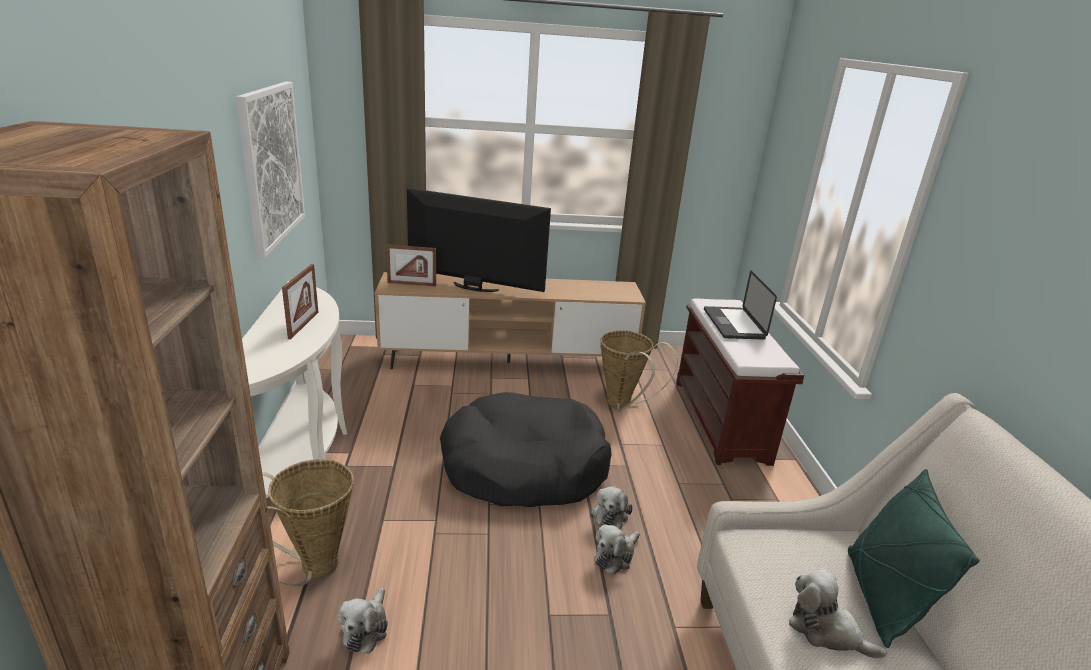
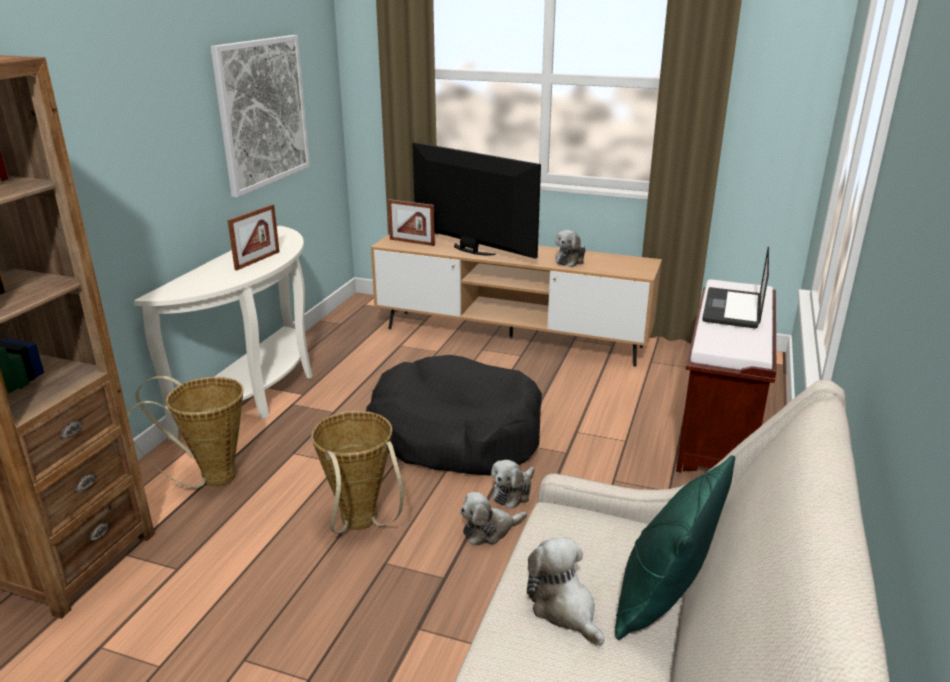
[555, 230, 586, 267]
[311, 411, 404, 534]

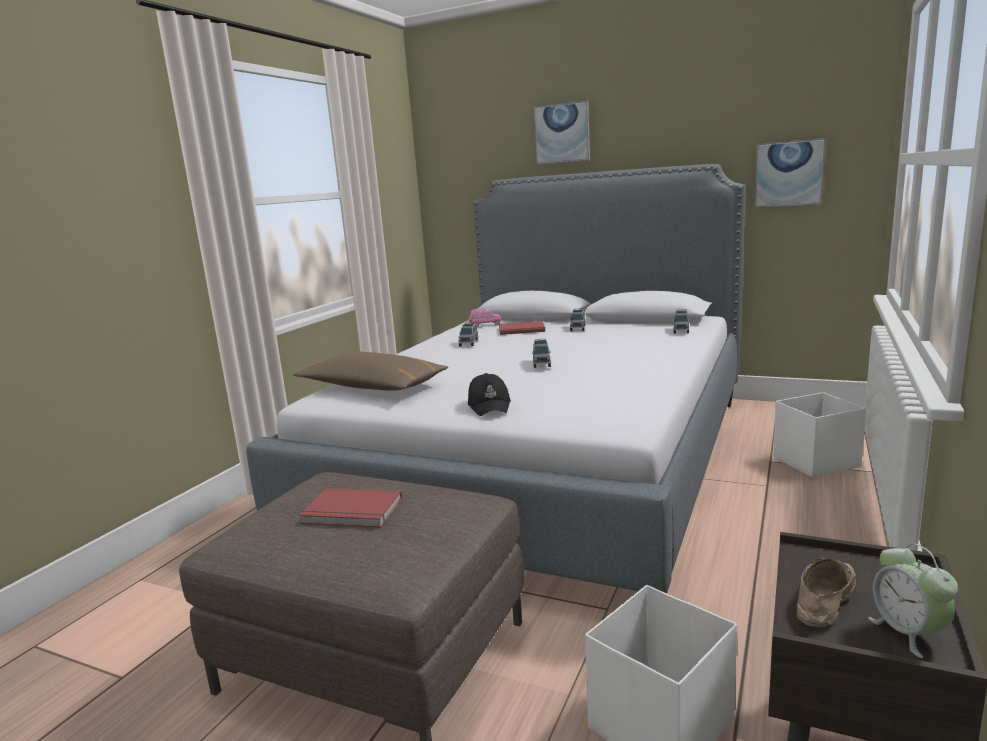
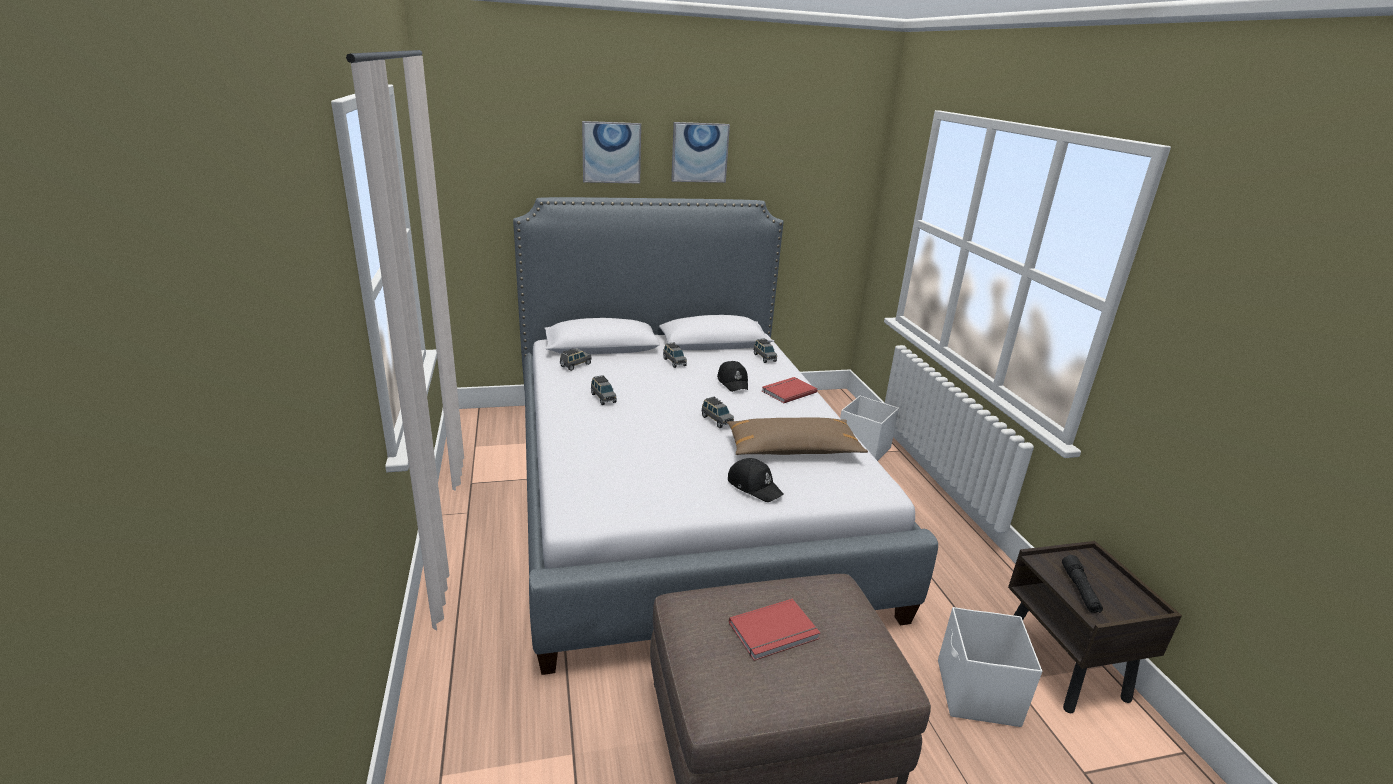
[868, 544, 958, 658] (first image)
[717, 361, 748, 392]
[727, 417, 868, 455]
[762, 377, 817, 403]
[671, 122, 730, 183]
[1062, 555, 1103, 613]
[560, 348, 592, 371]

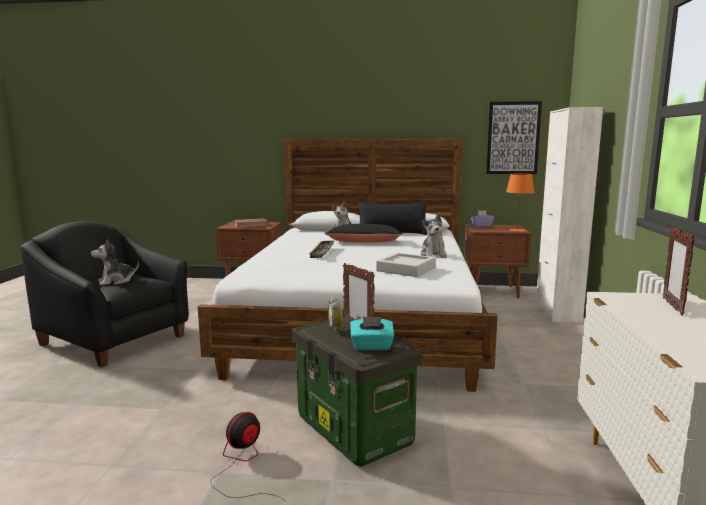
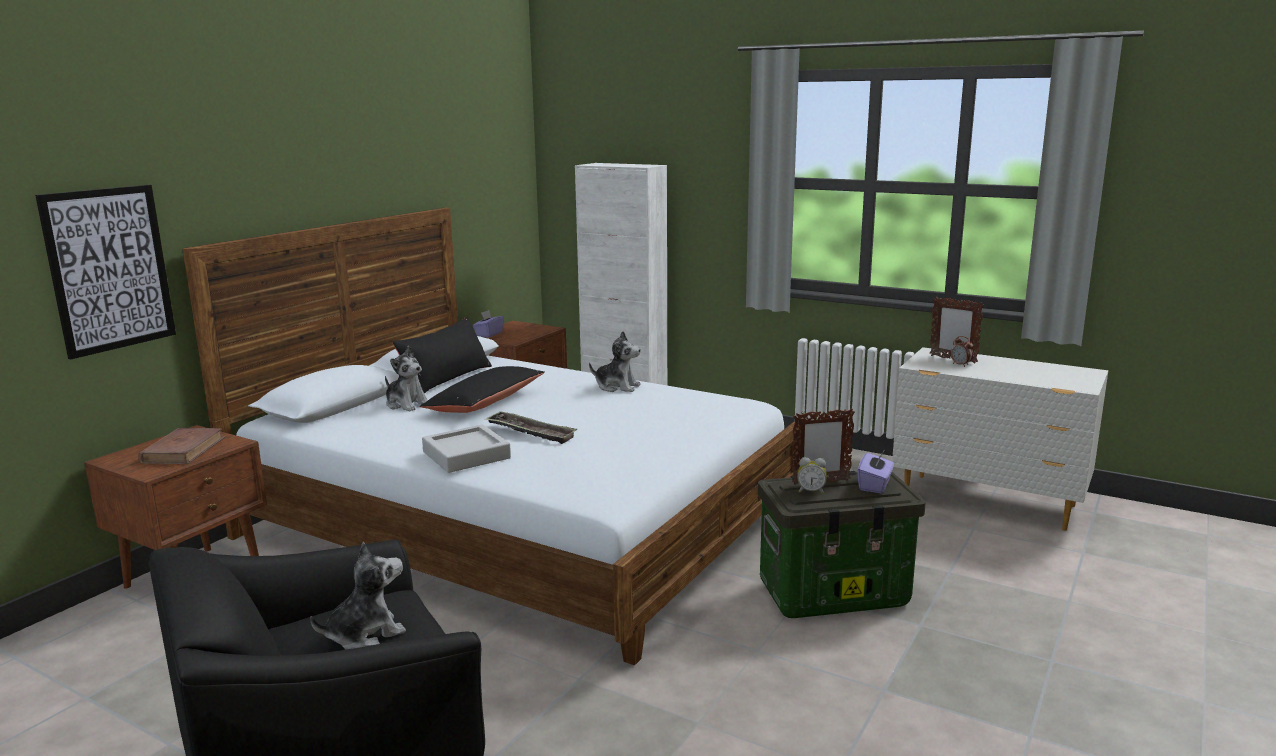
[211, 412, 285, 501] (first image)
[506, 174, 534, 232] (first image)
[951, 336, 973, 367]
[422, 424, 511, 473]
[35, 185, 176, 359]
[858, 451, 894, 493]
[310, 542, 406, 650]

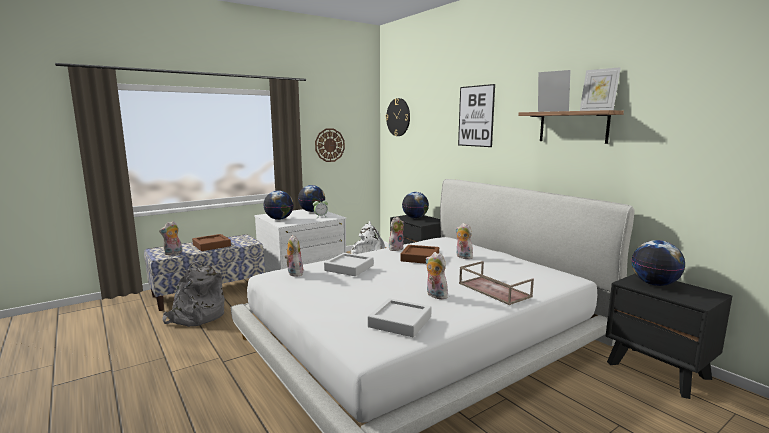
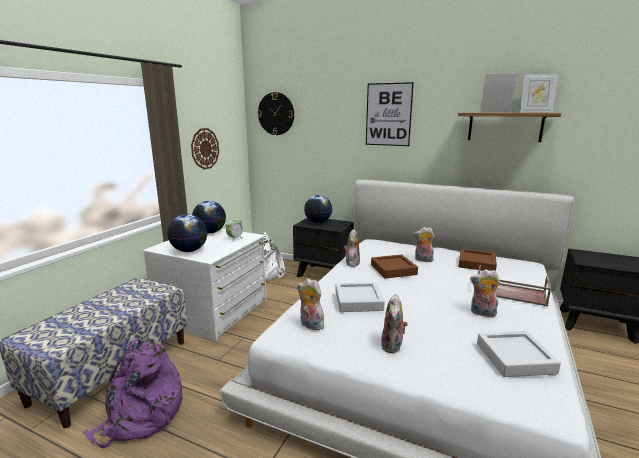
[632, 240, 685, 286] (first image)
[381, 294, 408, 353]
[459, 249, 497, 271]
[83, 338, 182, 448]

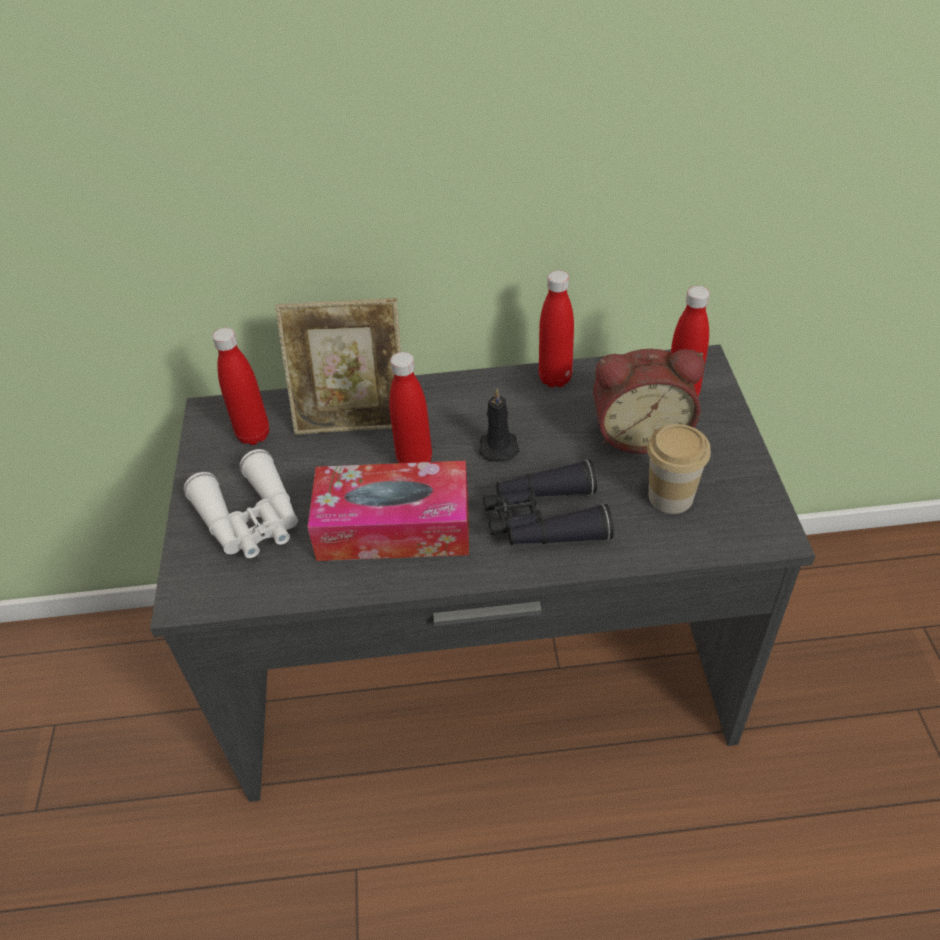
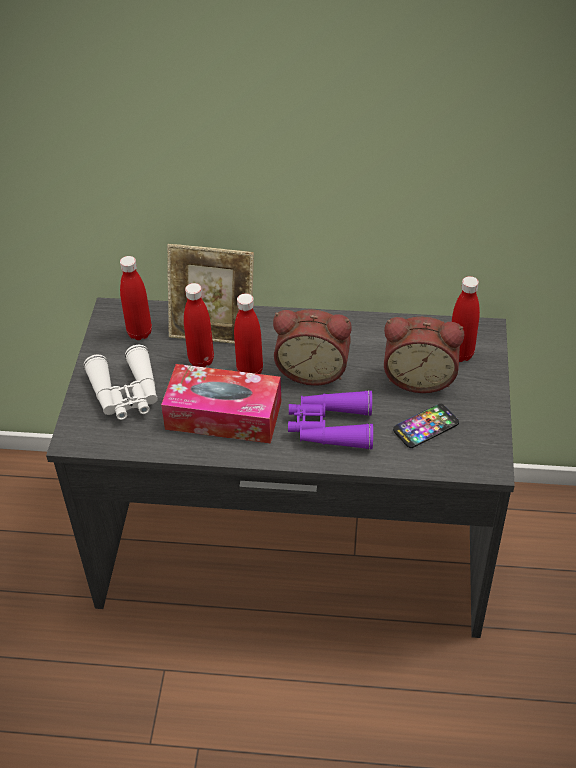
[184, 283, 214, 367]
[273, 309, 351, 386]
[393, 404, 459, 448]
[288, 390, 373, 450]

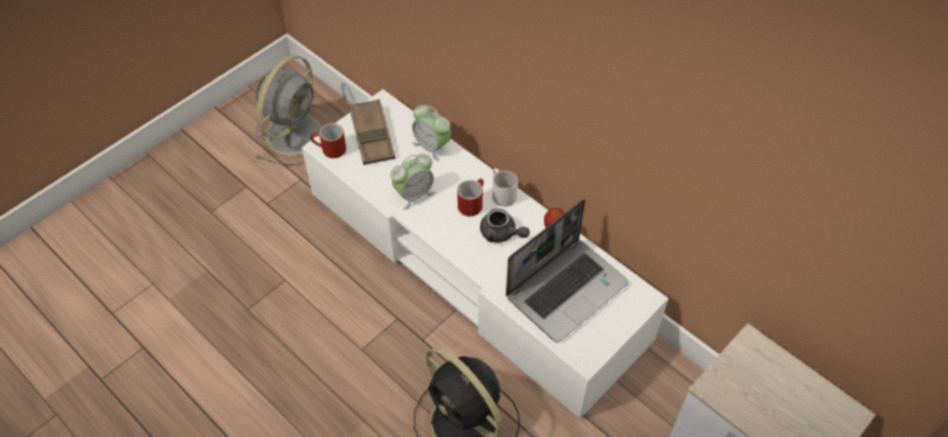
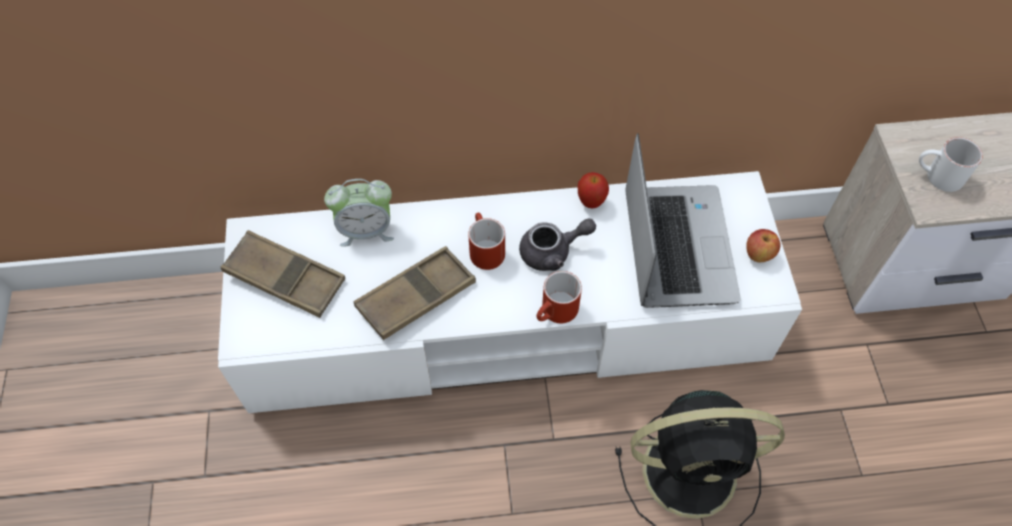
[255, 55, 335, 165] (first image)
[746, 229, 781, 262]
[536, 271, 582, 323]
[919, 137, 983, 192]
[354, 246, 476, 340]

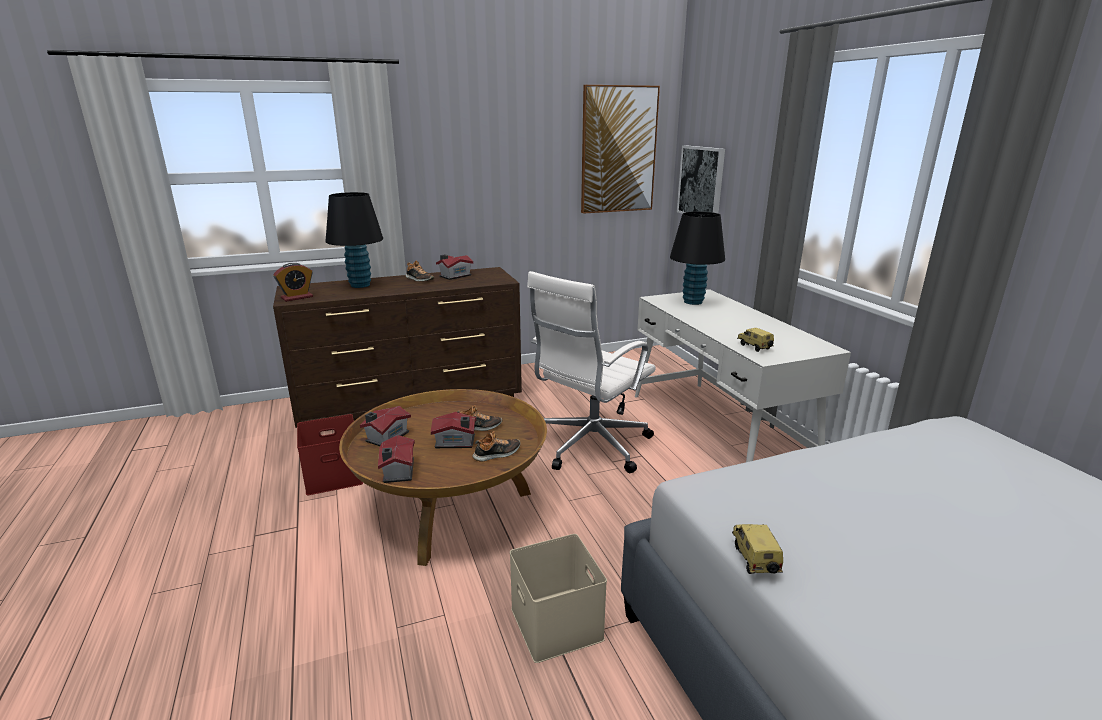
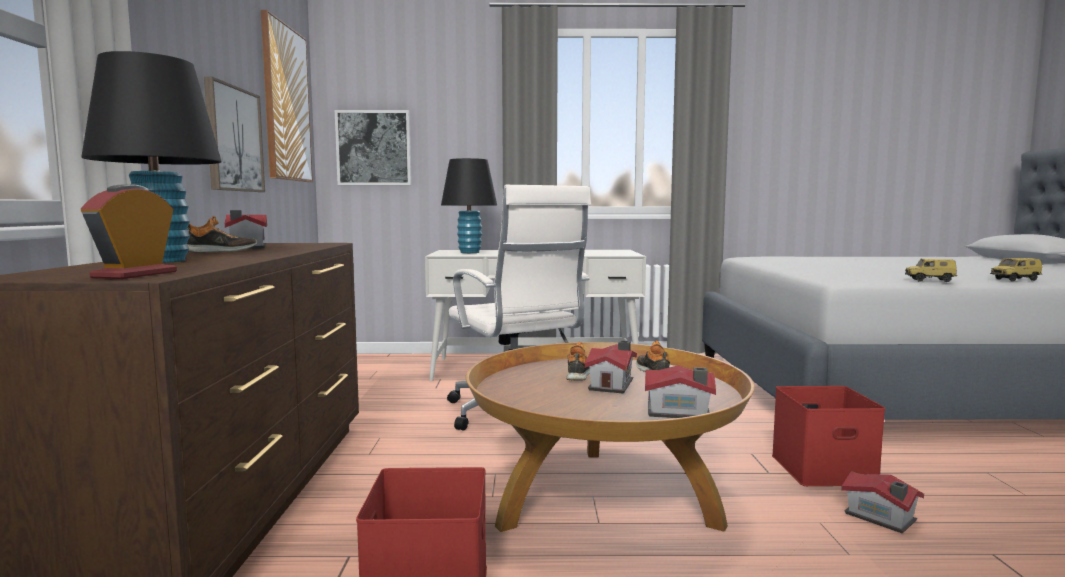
[204, 77, 265, 192]
[841, 471, 924, 534]
[990, 258, 1043, 281]
[772, 386, 885, 486]
[81, 184, 177, 279]

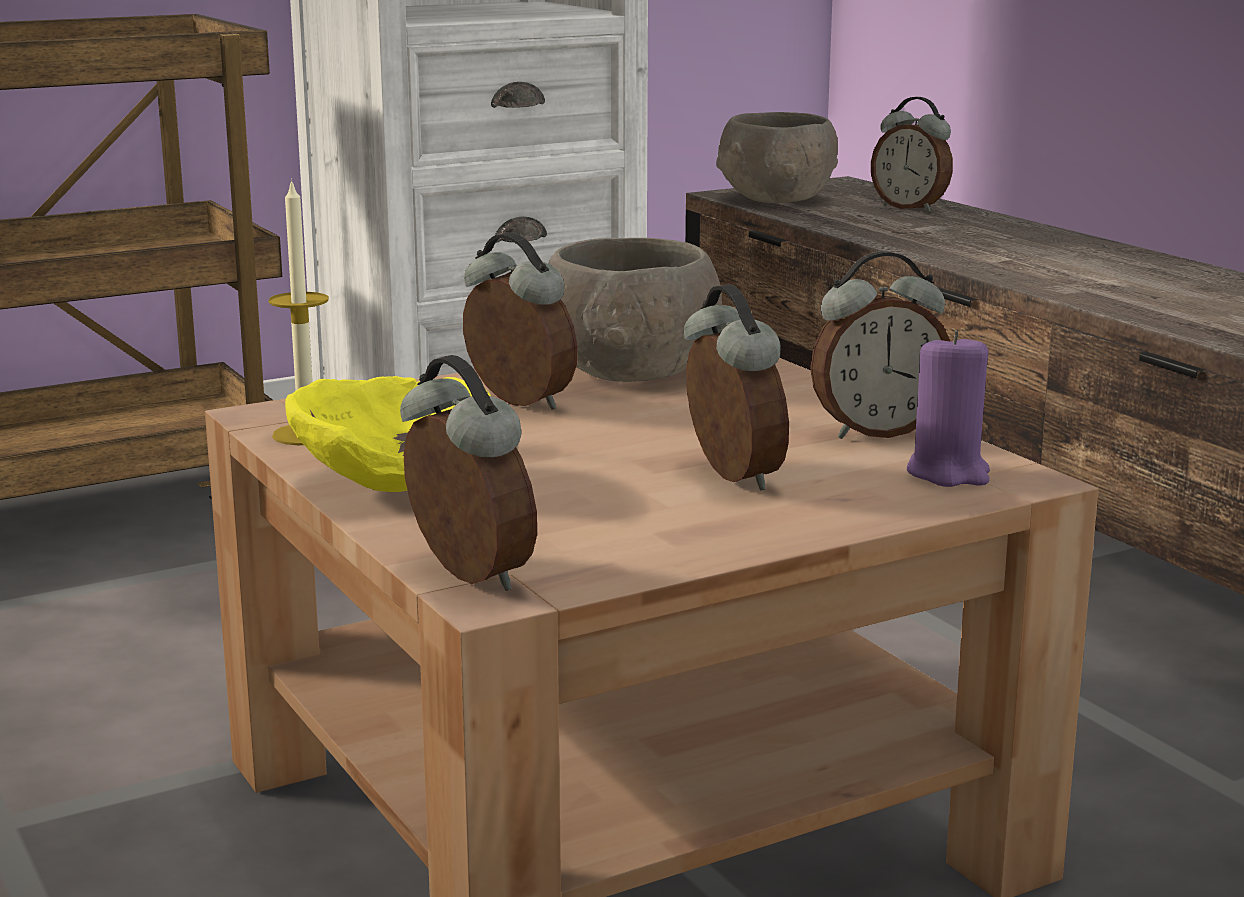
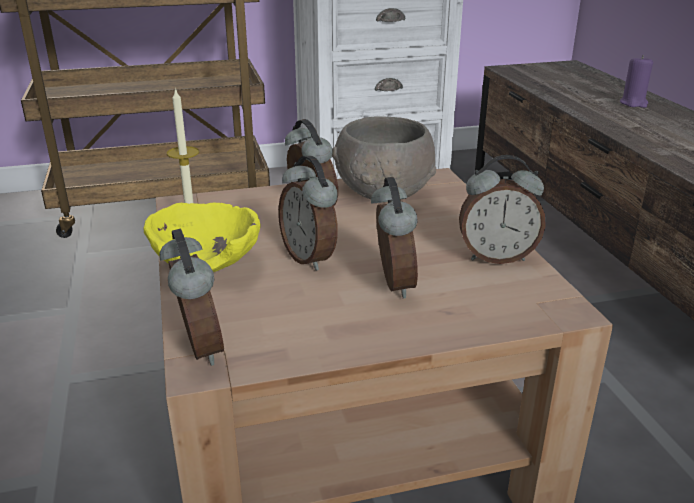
[716, 112, 838, 203] (first image)
[278, 156, 338, 271]
[620, 55, 653, 108]

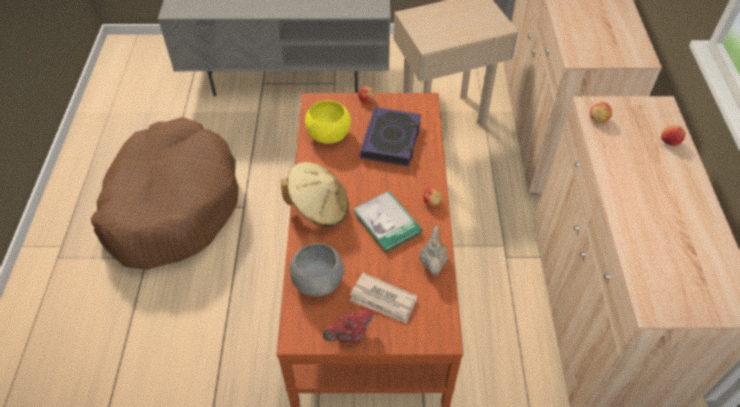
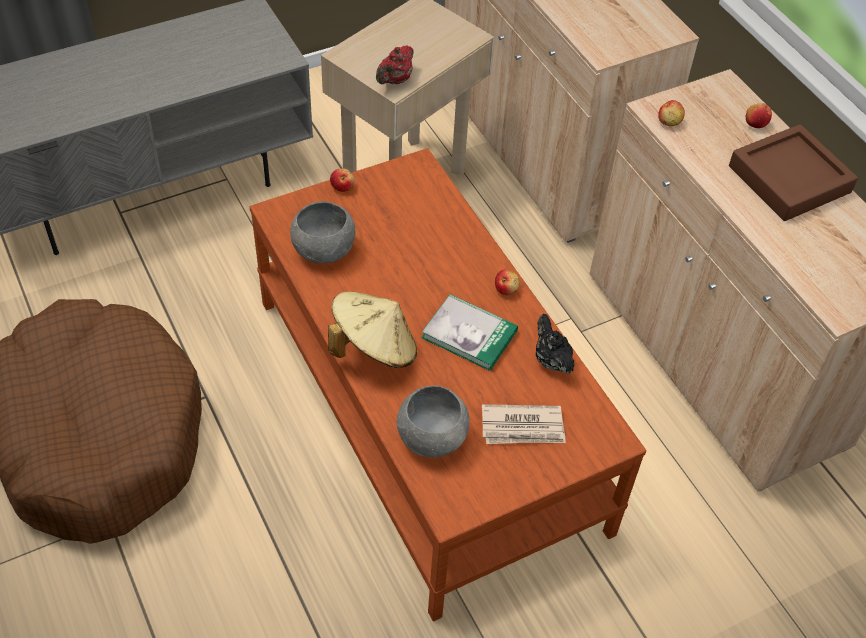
[360, 107, 421, 166] (first image)
[729, 124, 858, 221]
[376, 45, 414, 84]
[290, 201, 355, 264]
[536, 314, 575, 374]

